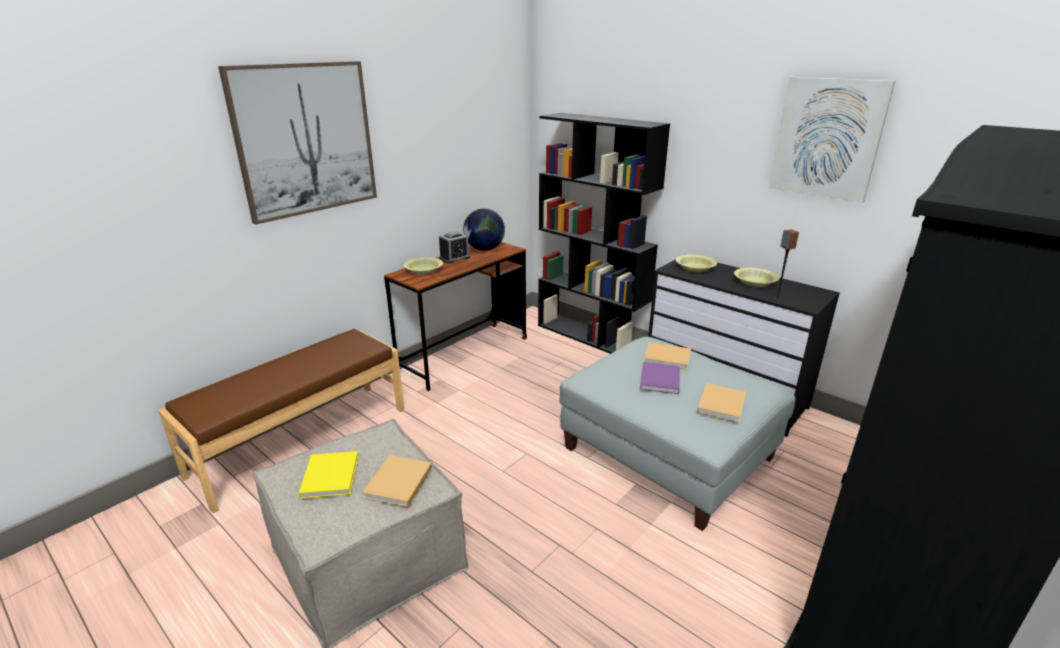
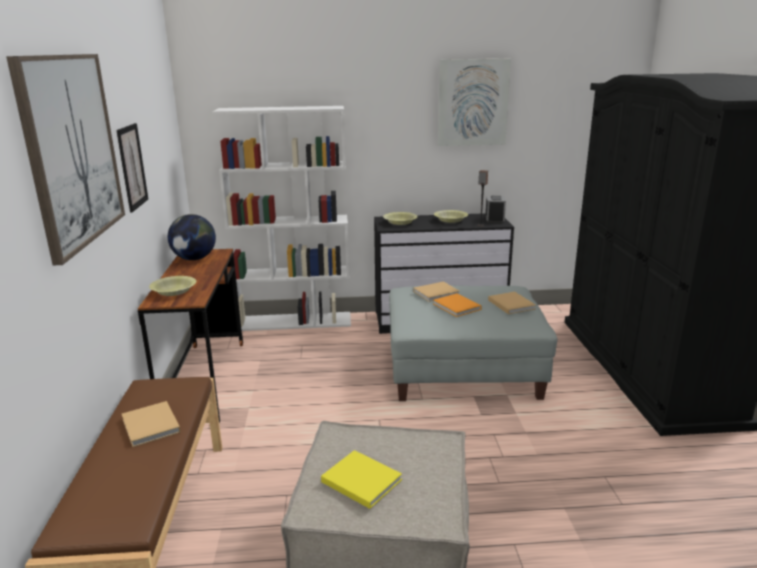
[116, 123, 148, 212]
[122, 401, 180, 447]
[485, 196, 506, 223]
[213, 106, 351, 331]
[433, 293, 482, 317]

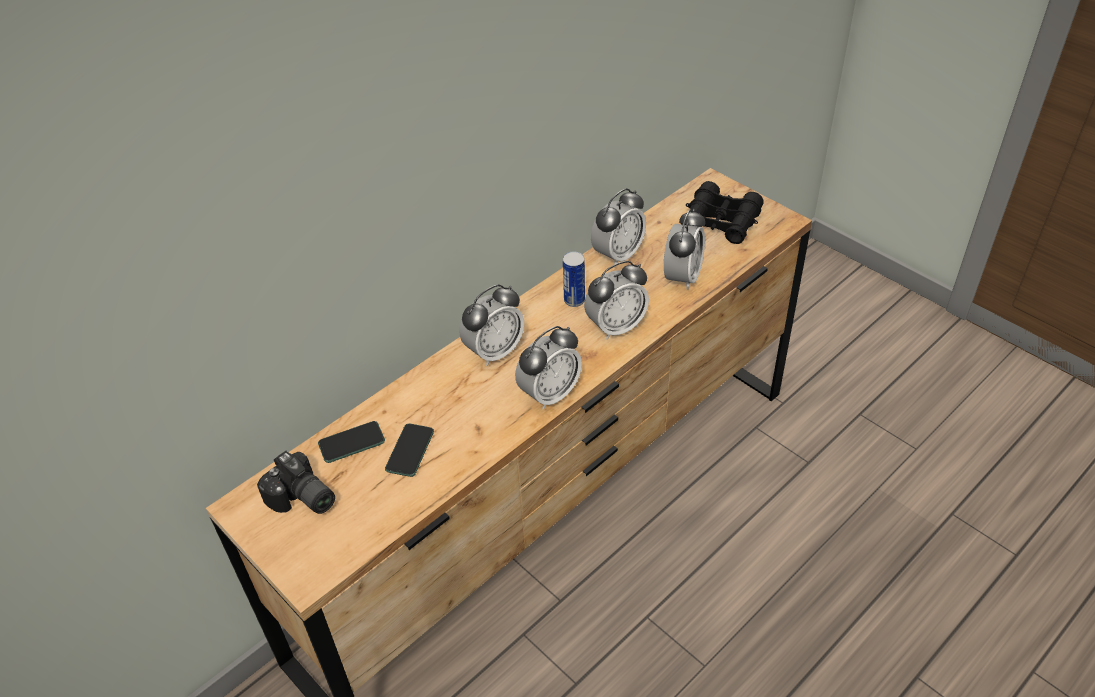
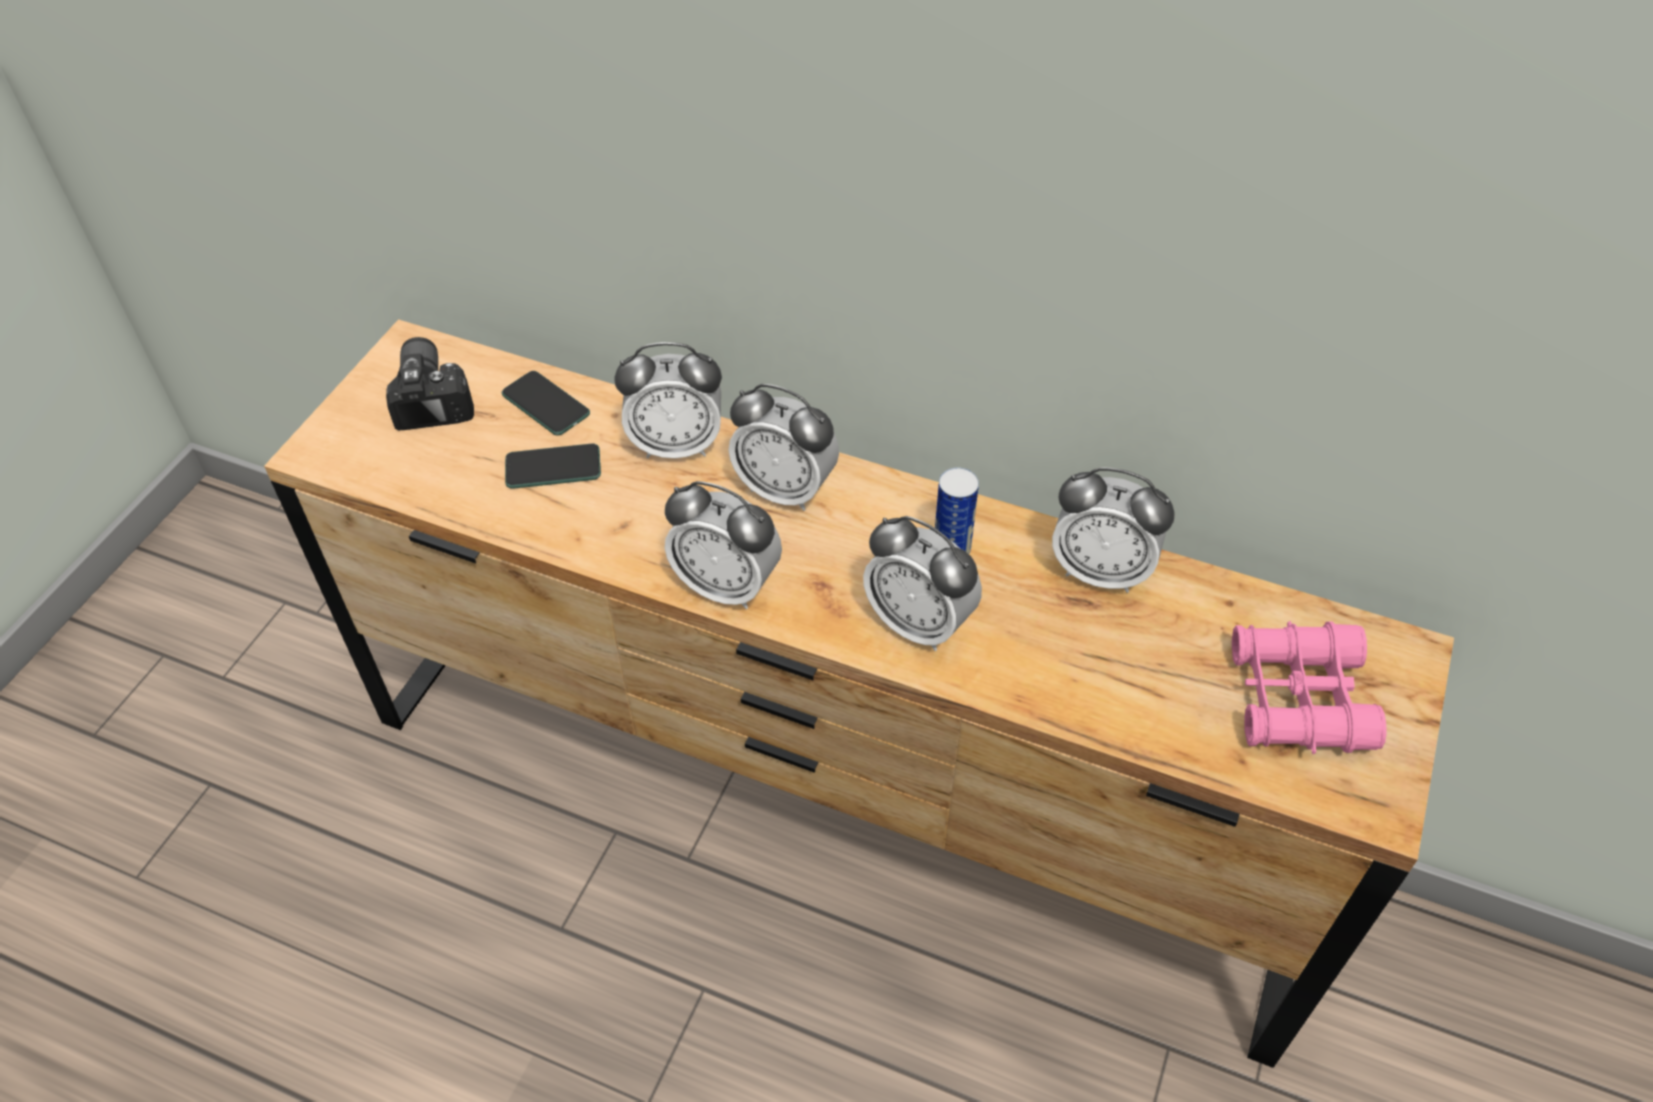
[614, 342, 722, 458]
[1232, 621, 1386, 754]
[386, 337, 474, 430]

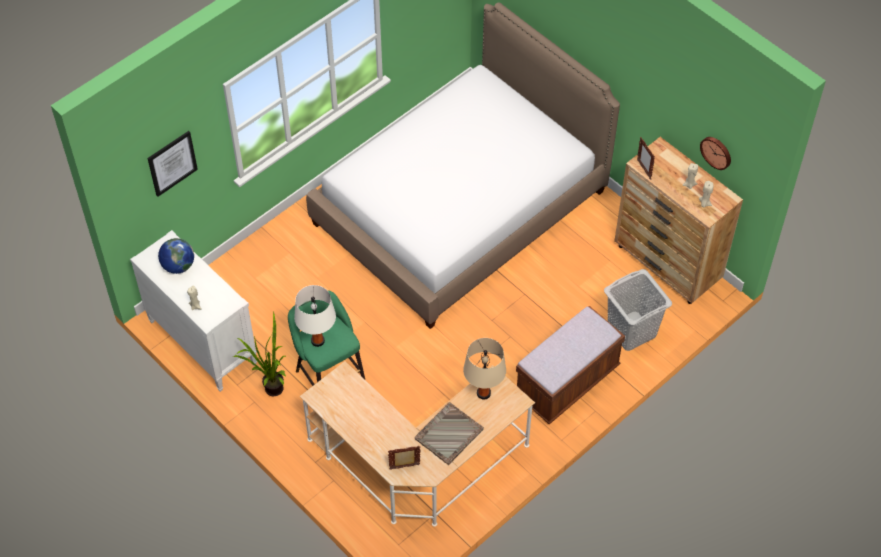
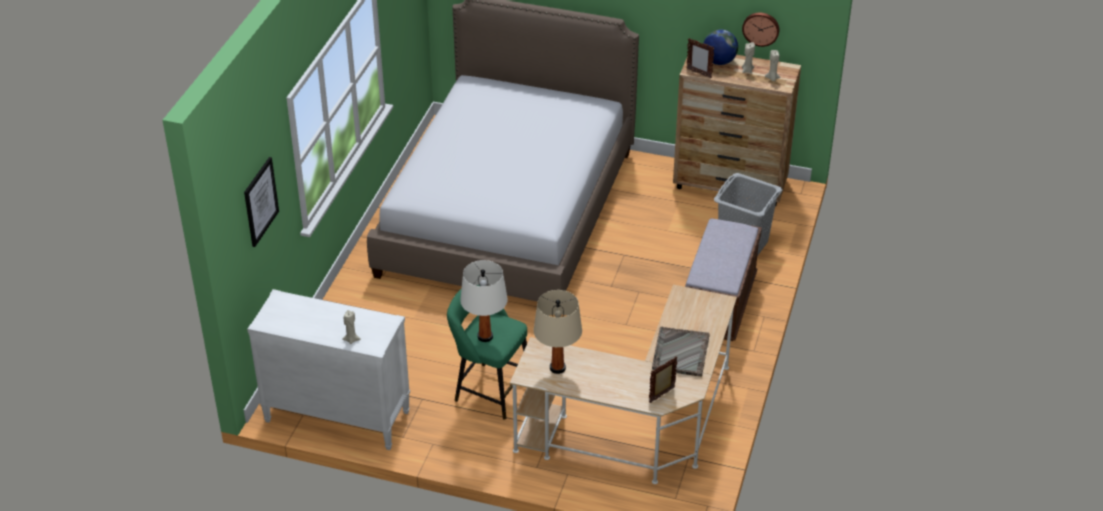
[233, 311, 286, 396] (first image)
[704, 29, 738, 65]
[534, 290, 582, 374]

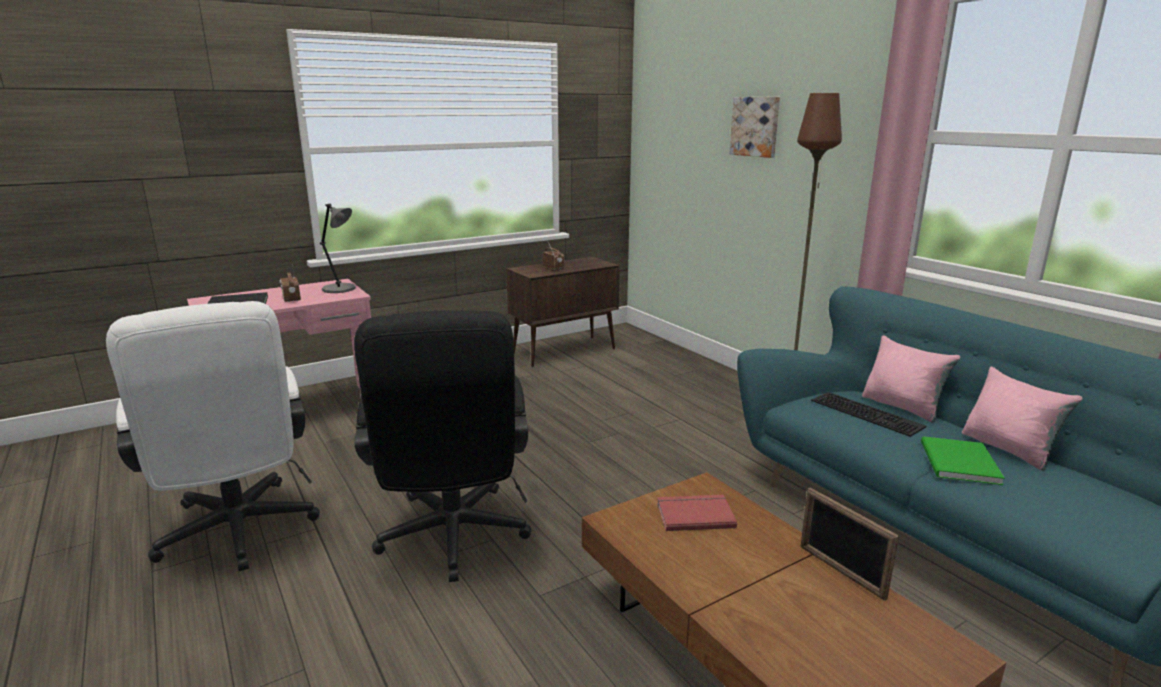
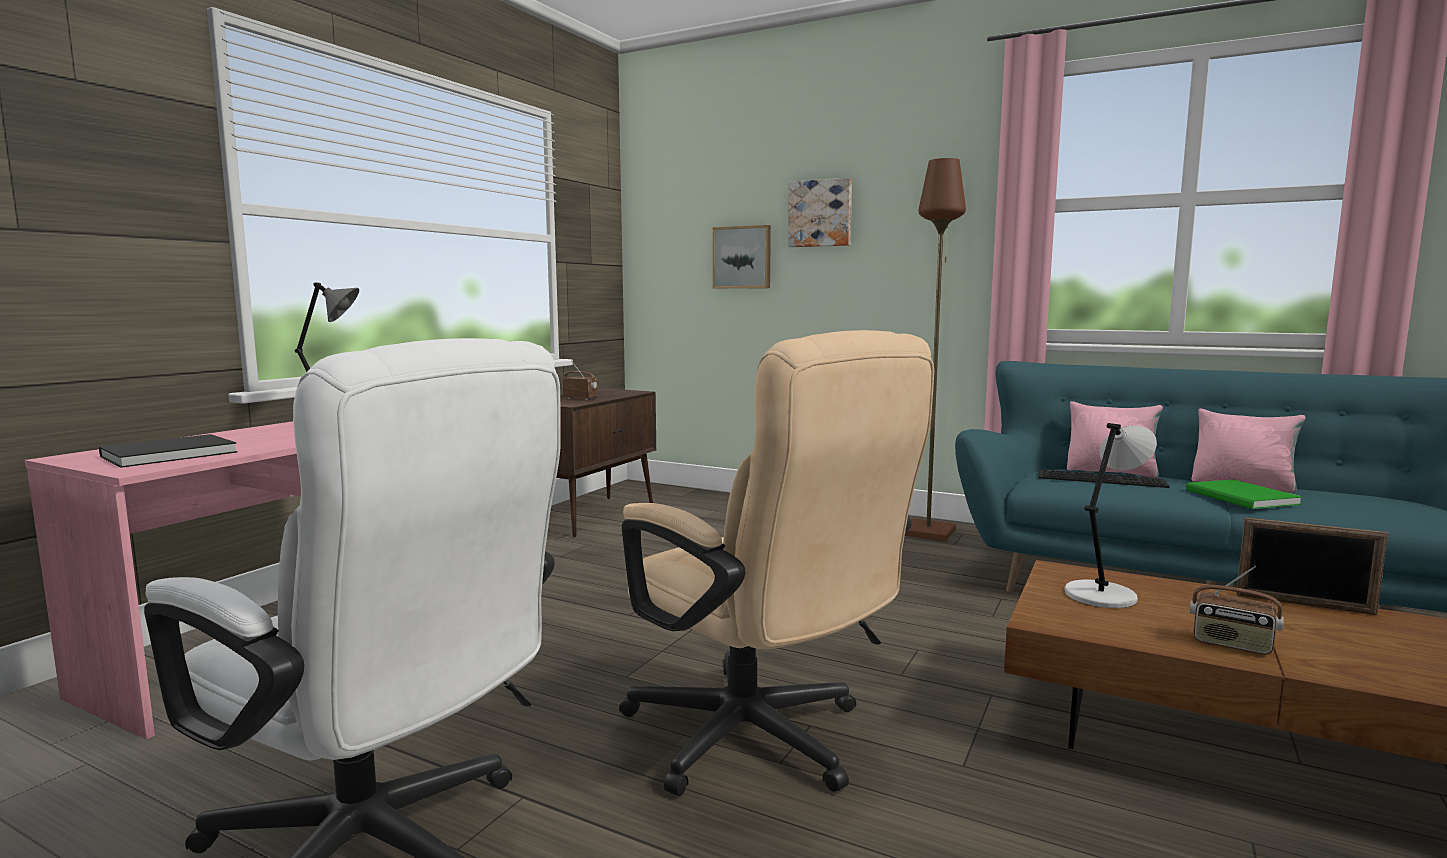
[713, 225, 771, 289]
[1189, 566, 1284, 654]
[1064, 423, 1157, 608]
[619, 330, 934, 796]

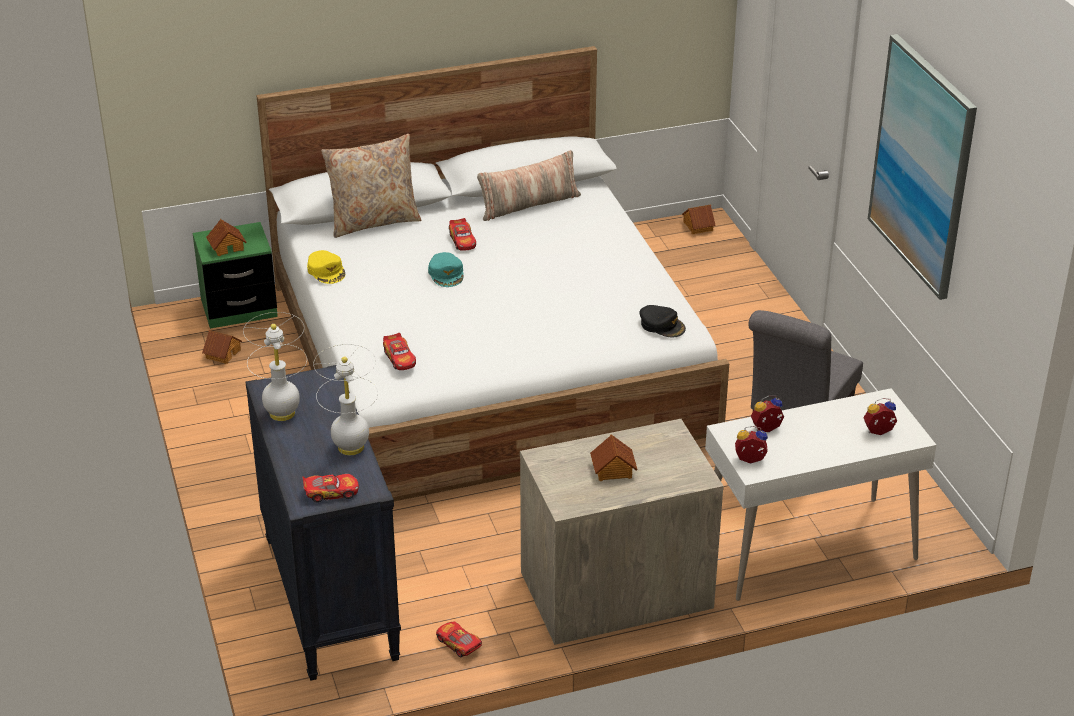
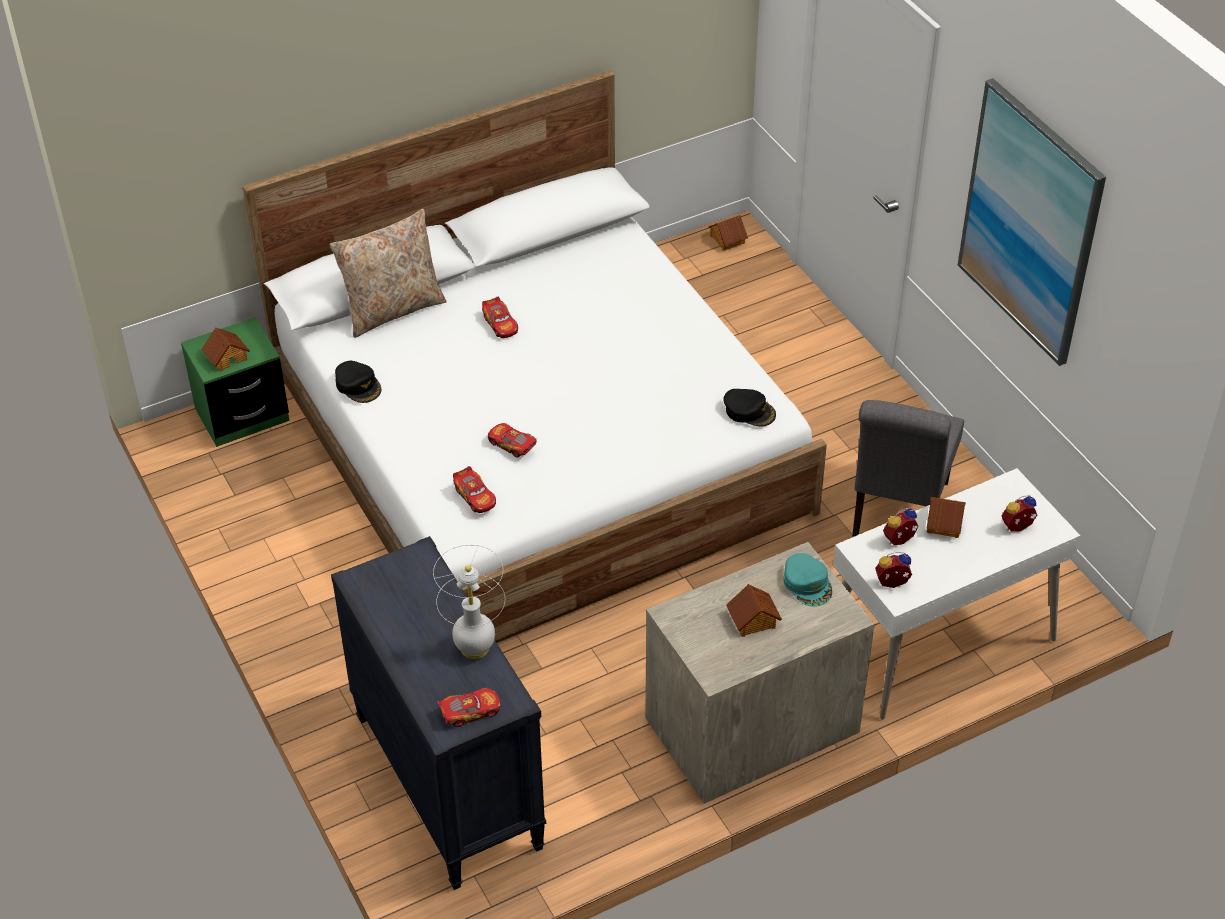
[243, 312, 307, 421] (first image)
[477, 150, 581, 221] (first image)
[926, 497, 966, 538]
[783, 553, 832, 607]
[488, 423, 537, 458]
[335, 361, 381, 403]

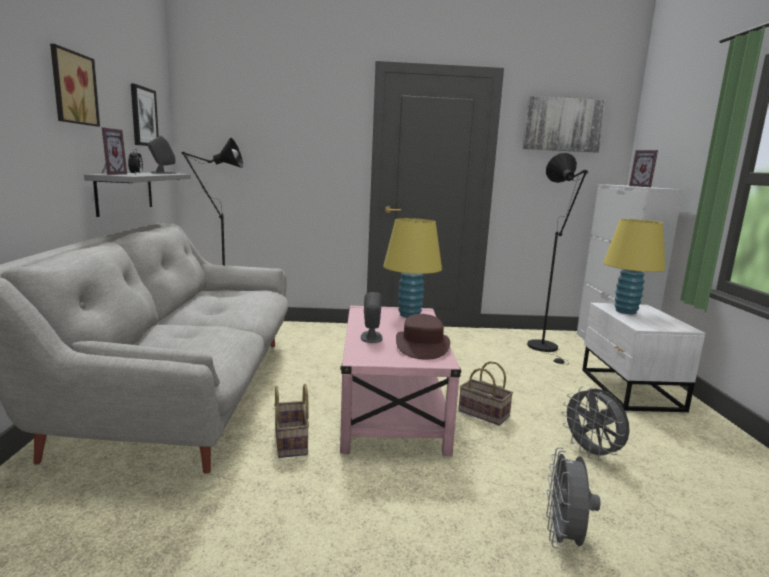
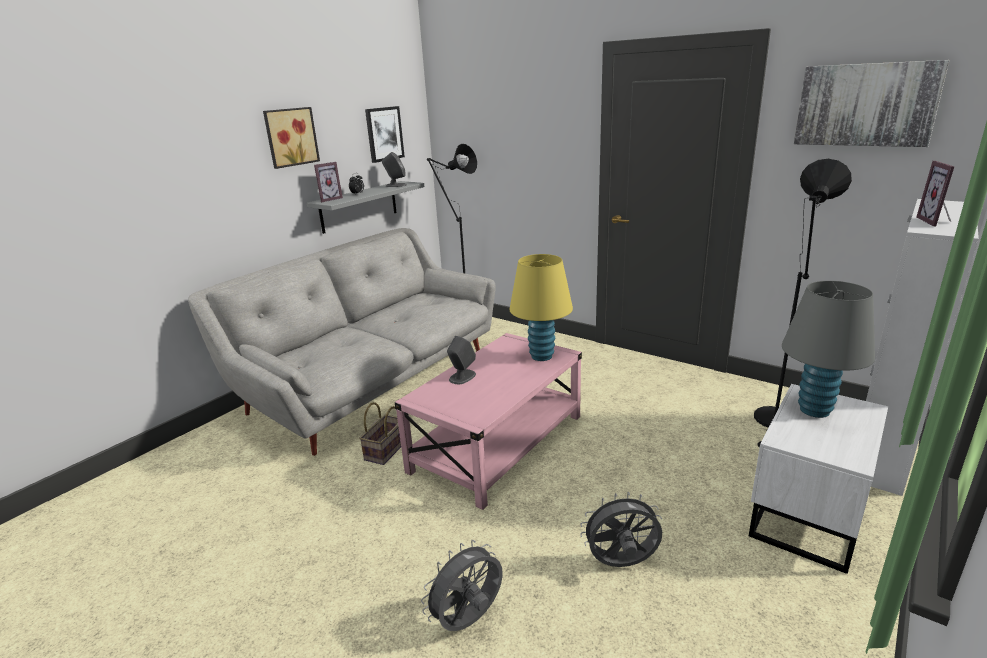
[396, 314, 450, 360] (first image)
[458, 361, 513, 426] (first image)
[782, 281, 875, 418]
[580, 492, 662, 567]

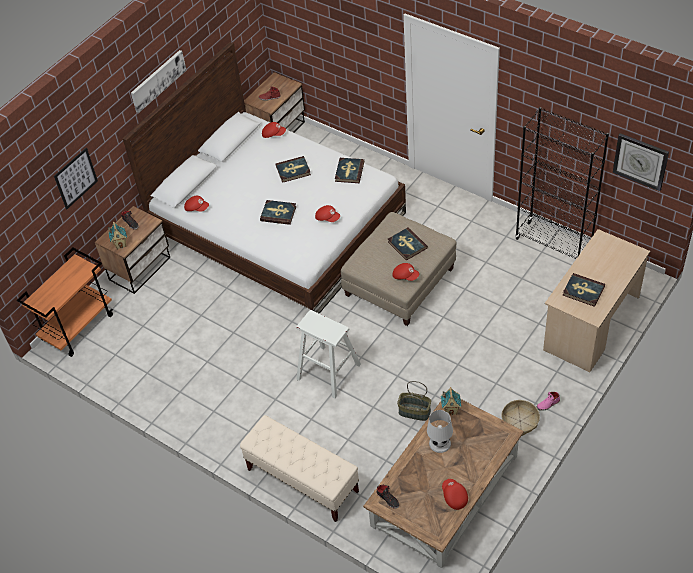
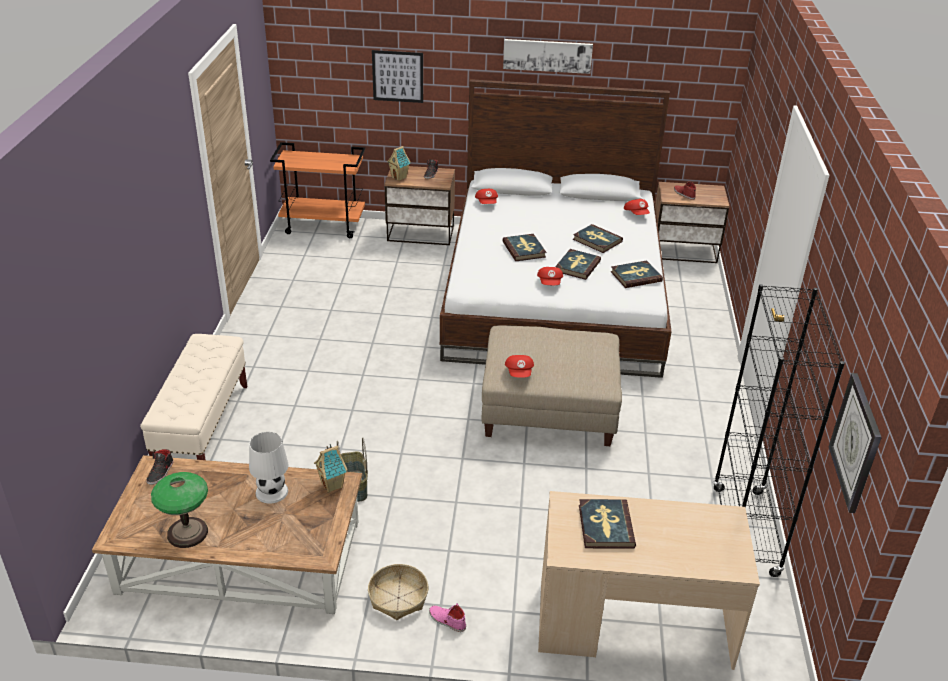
[296, 310, 361, 399] (first image)
[555, 249, 601, 280]
[151, 472, 208, 548]

